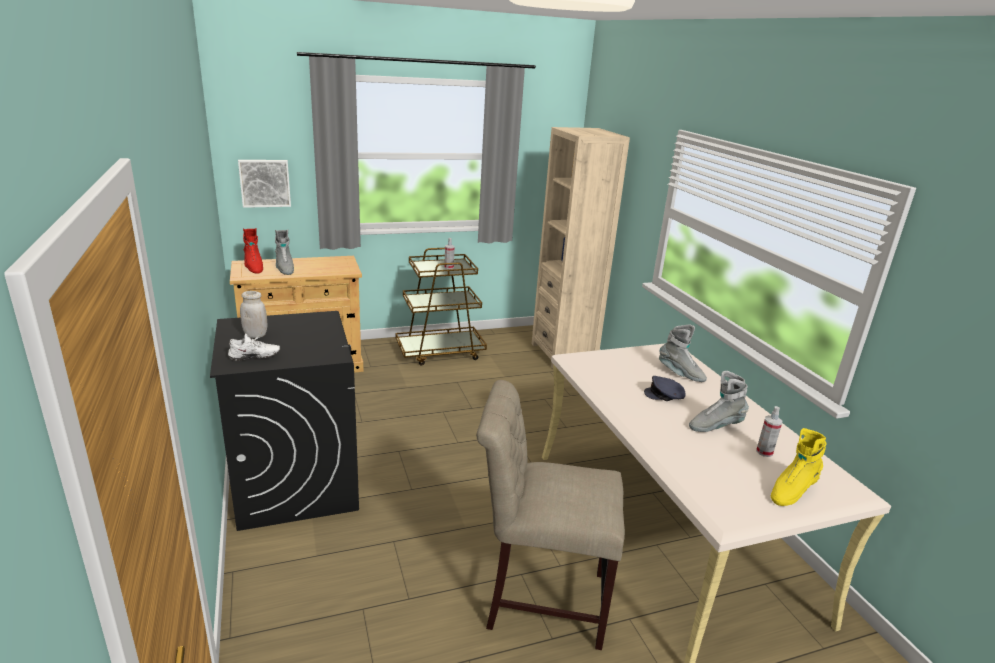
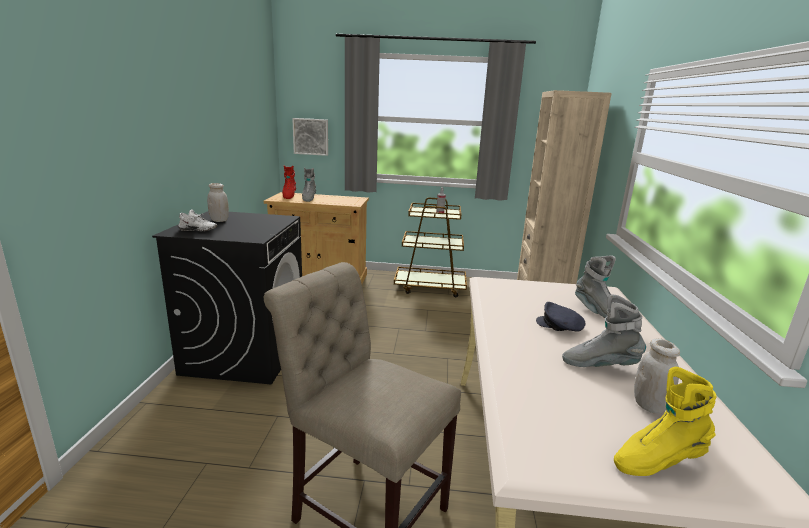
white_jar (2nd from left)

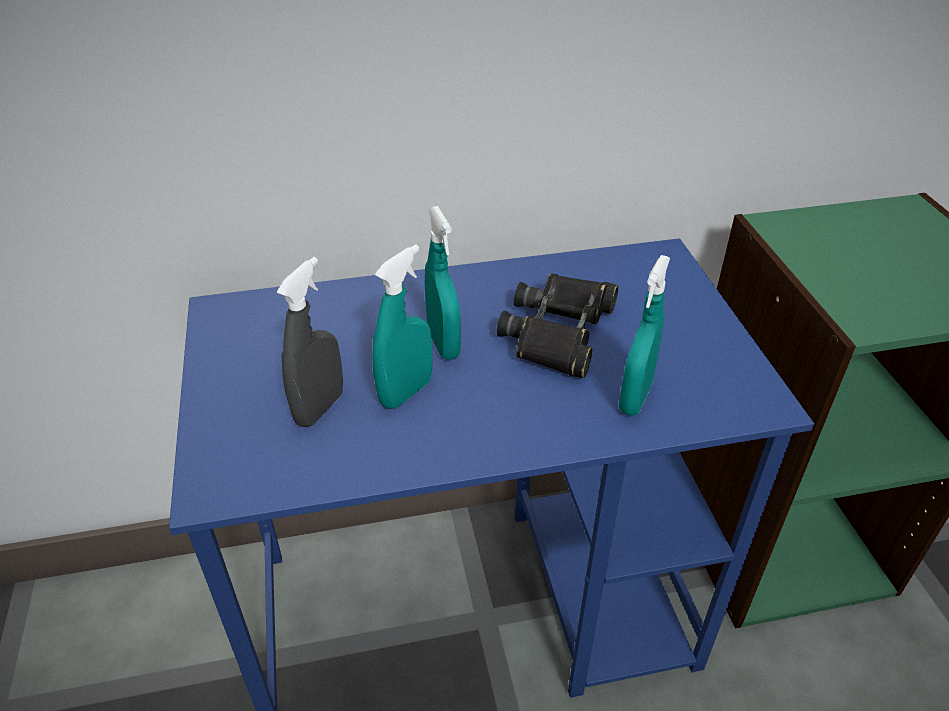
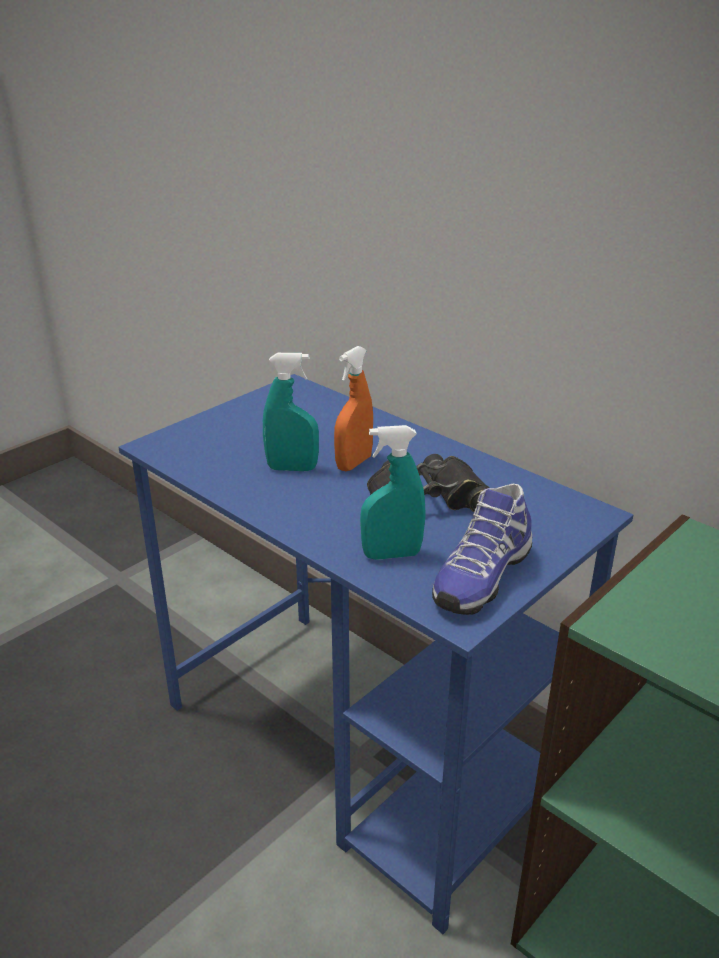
orange_spray_bottle; grey_spray_bottle; shoe

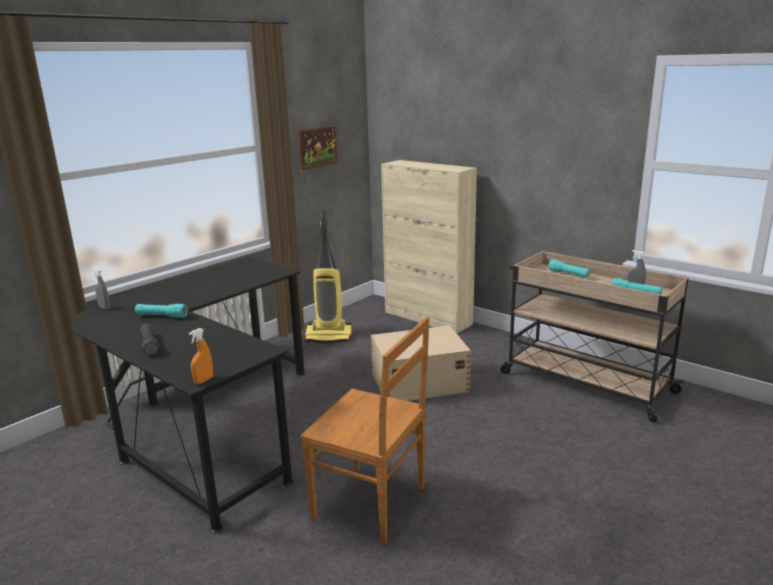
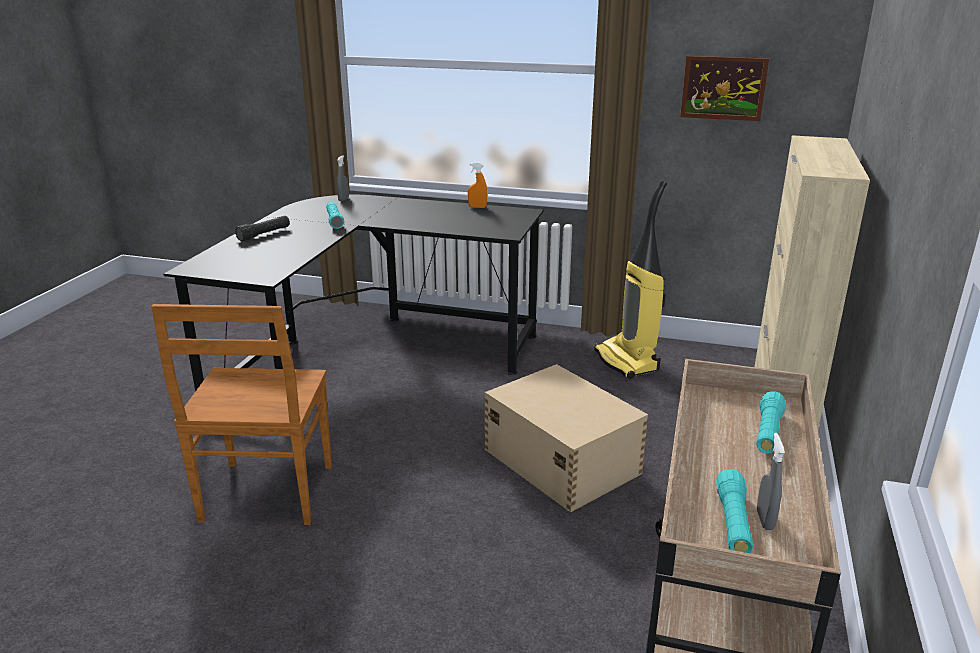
orange_spray_bottle

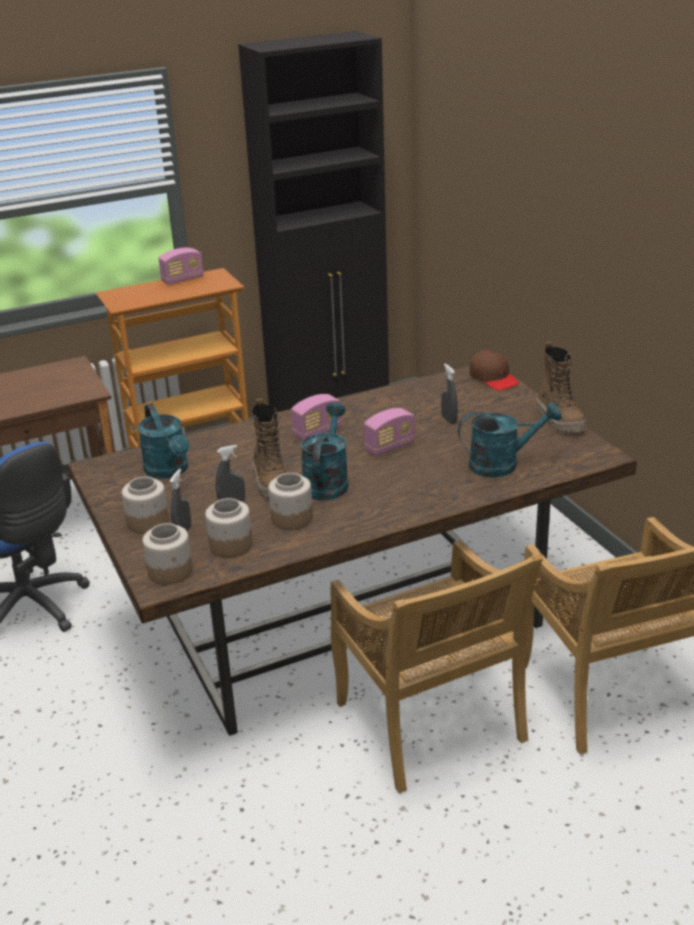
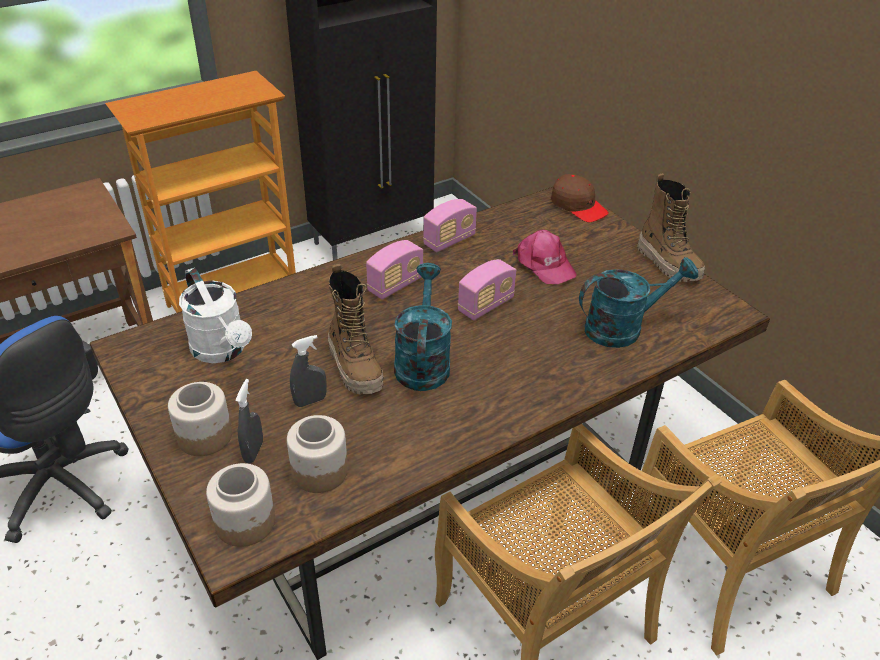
radio (2nd from left); pink_cap; white_watering_can; jar (4th from left in the first image)

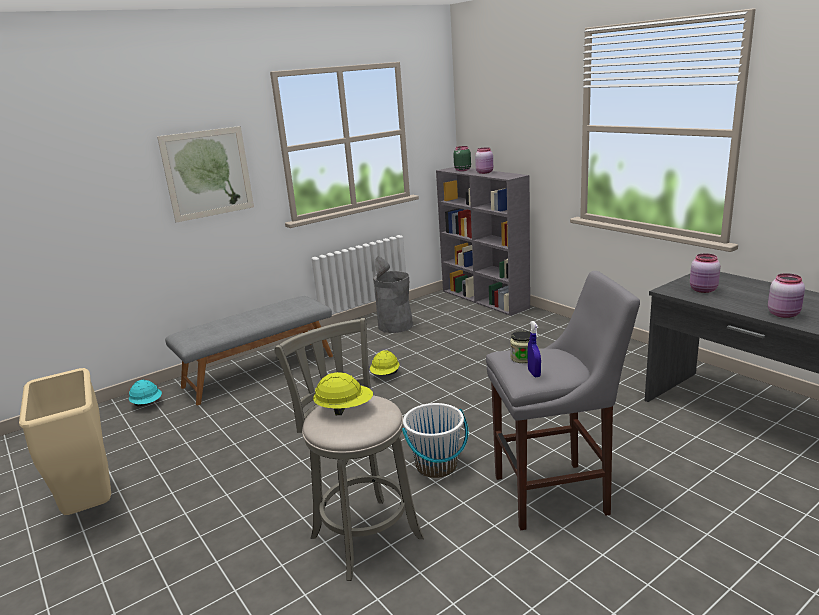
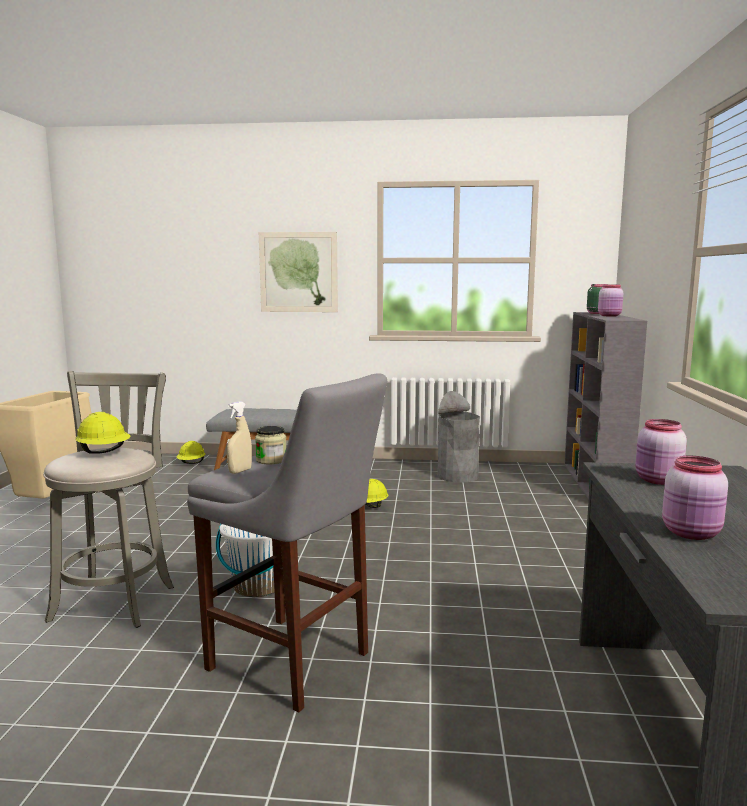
beige_spray_bottle; yellow_hard_hat (2nd from left)

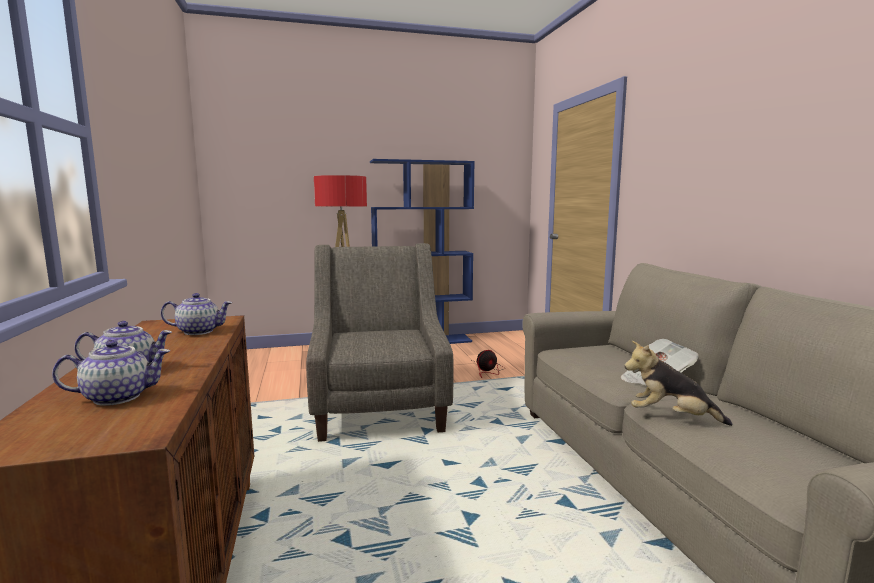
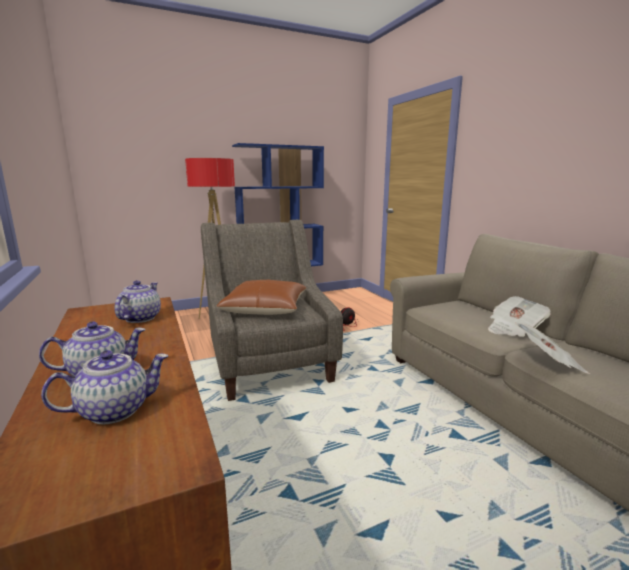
teapot (3rd from left); newspaper (2nd from left); brown_pillow

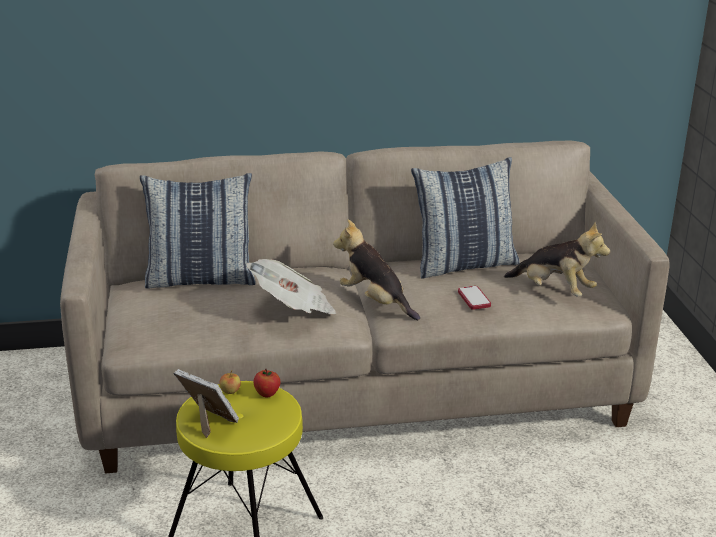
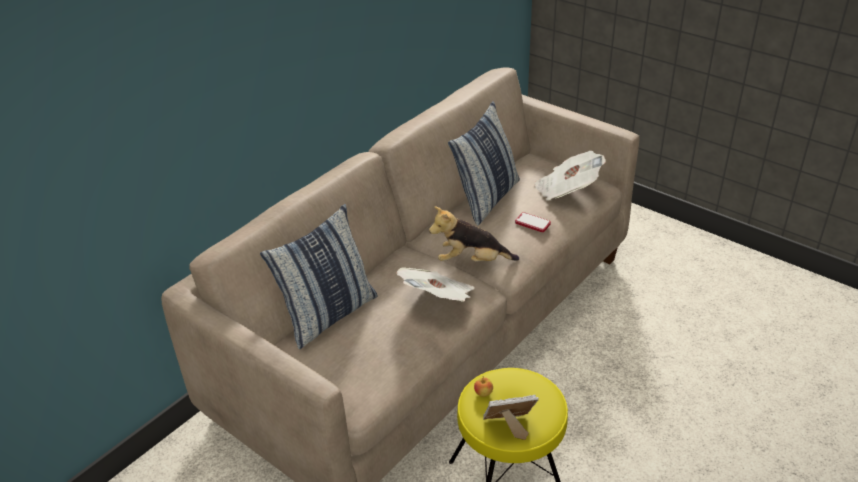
newspaper (2nd from left); apple (2nd from left in the first image)

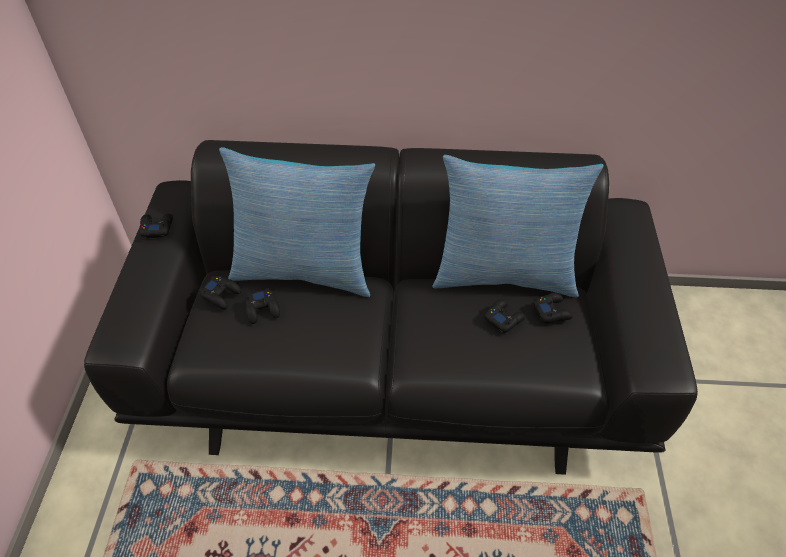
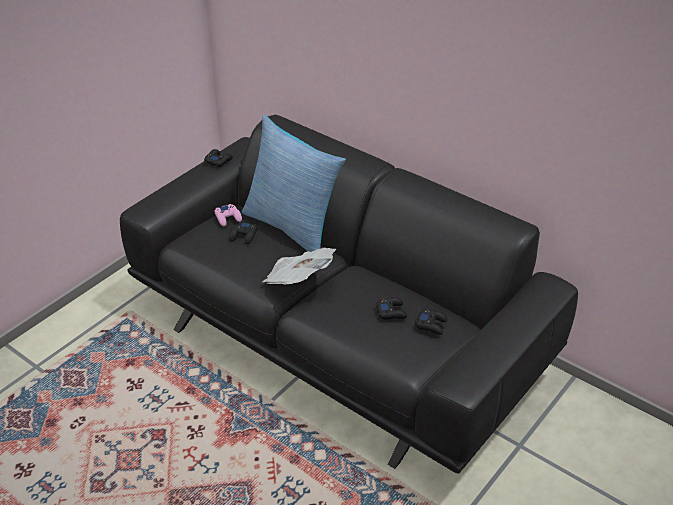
pillow (2nd from left in the first image); pink_game_controller; newspaper

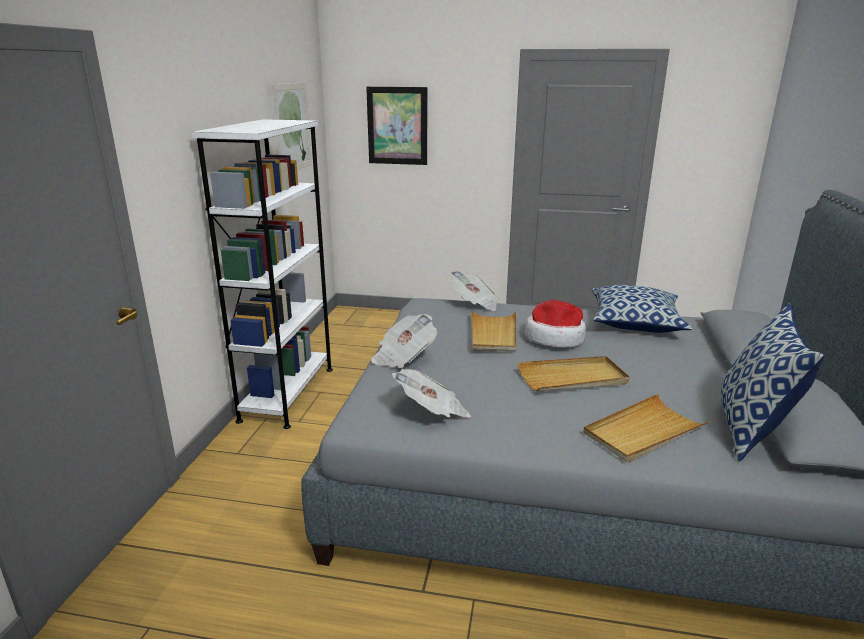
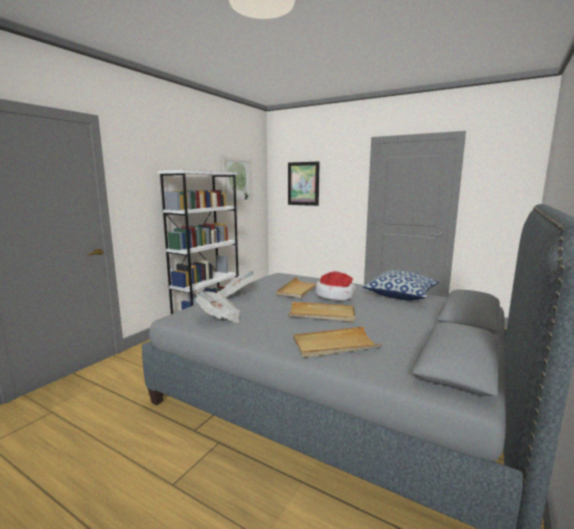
newspaper (3rd from left in the first image); pillow (2nd from left in the first image)

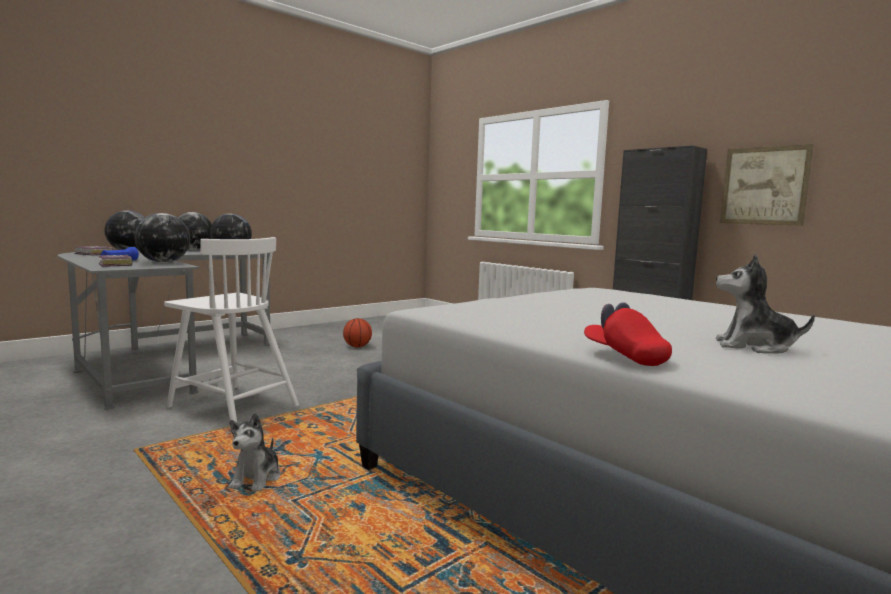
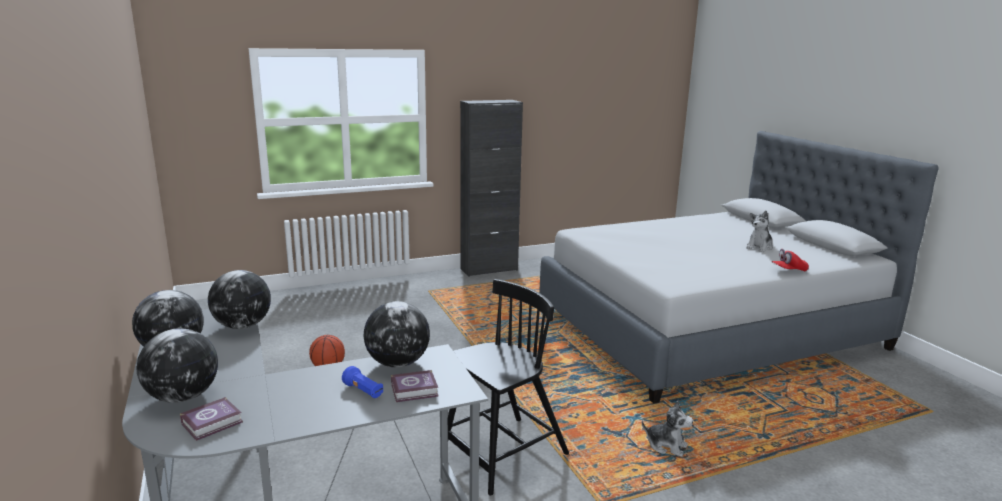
picture; black_chair

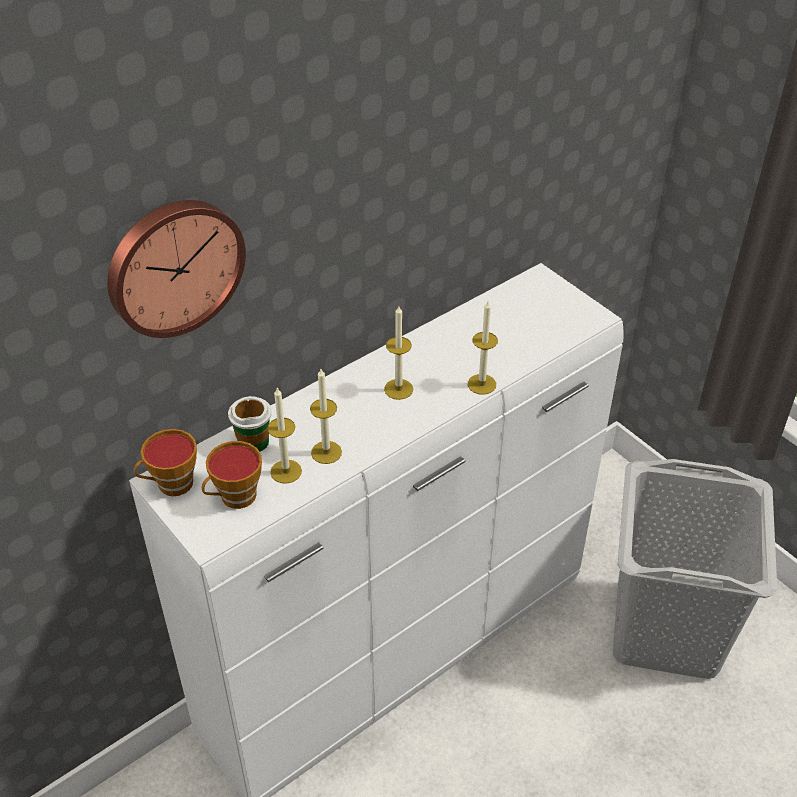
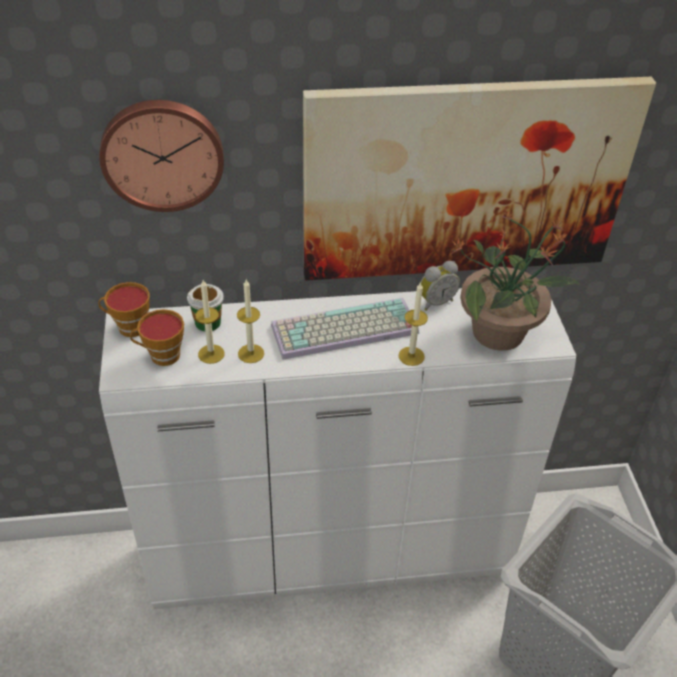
keyboard; picture; potted_plant; alarm_clock

